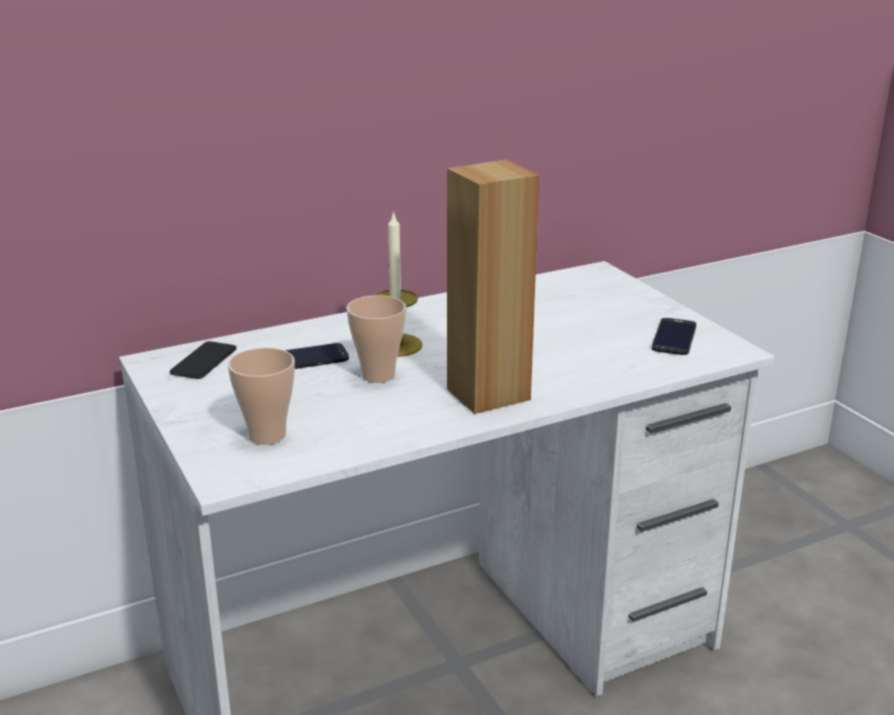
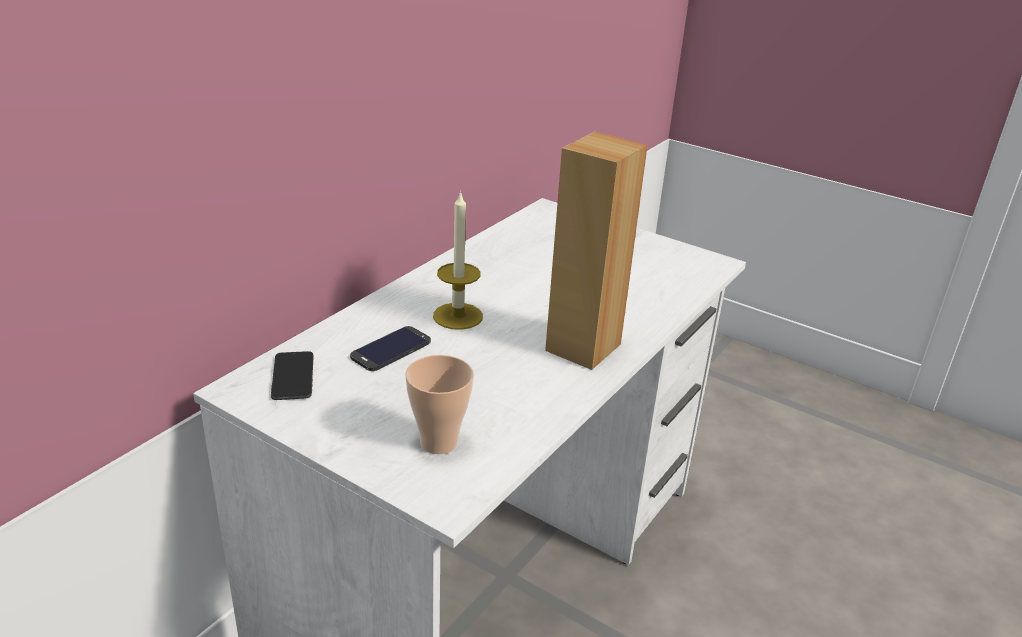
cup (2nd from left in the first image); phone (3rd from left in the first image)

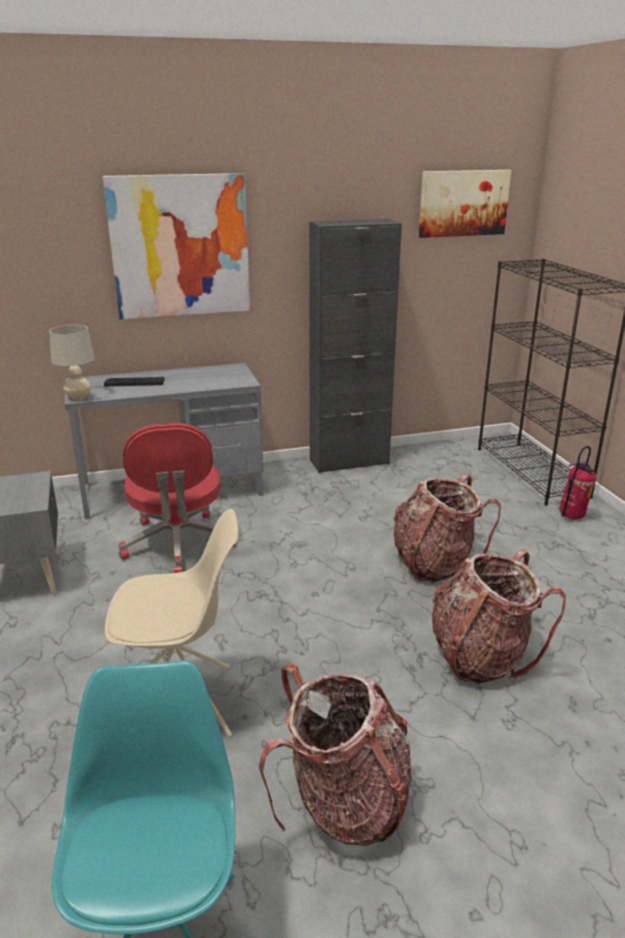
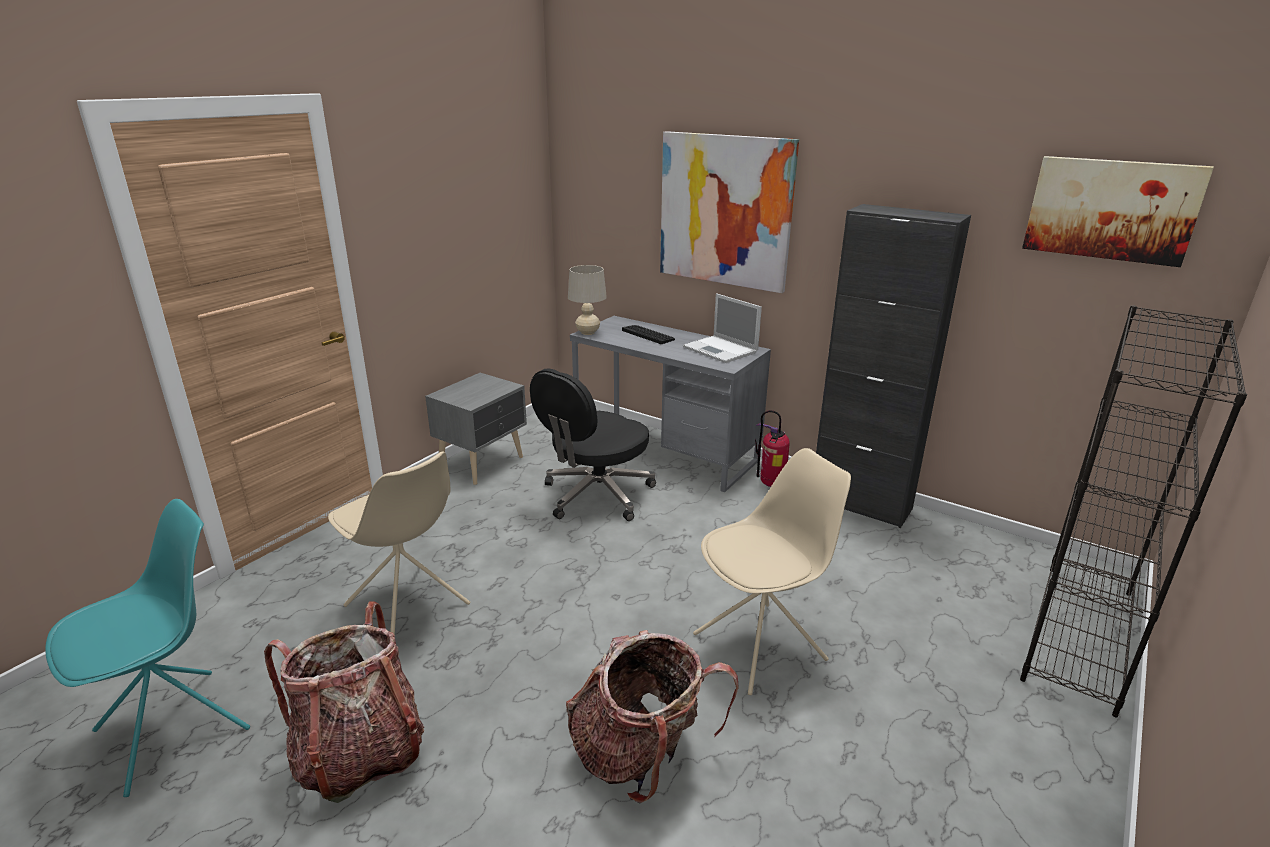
black_office_chair; fire_extinguisher; beige_chair (2nd from left); laptop

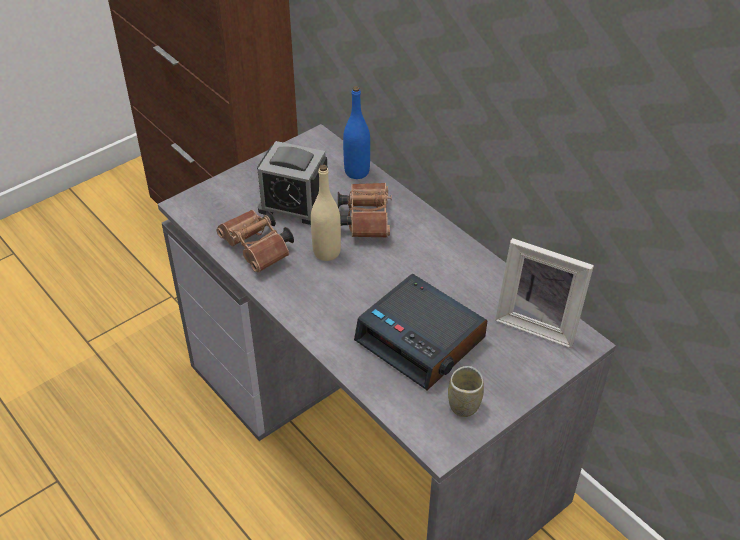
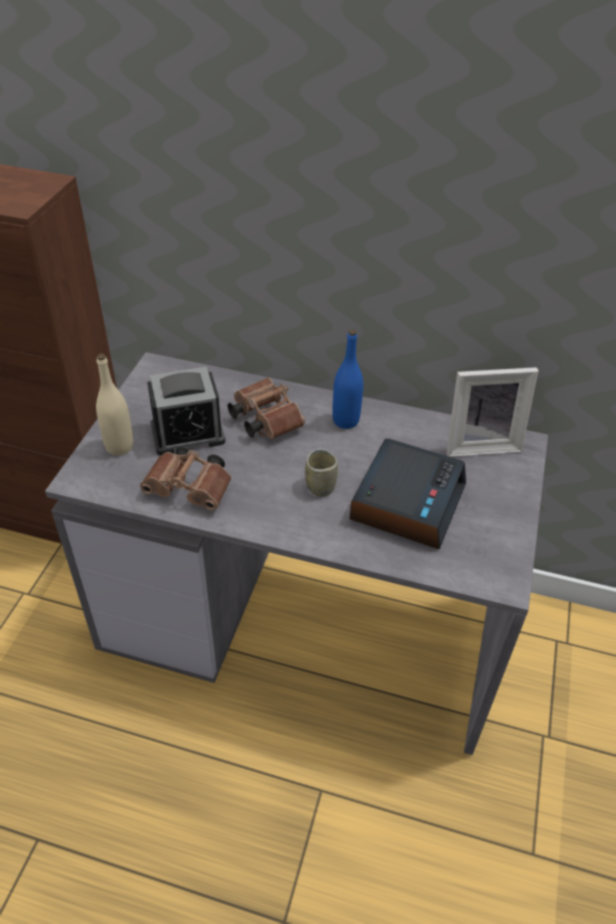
blue_bottle; beige_bottle; alarm_clock (2nd from left); cup

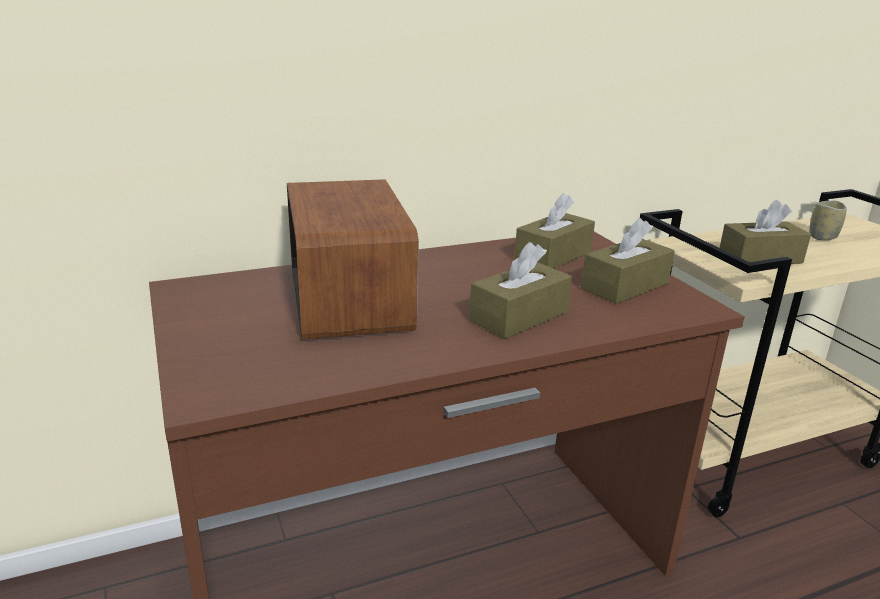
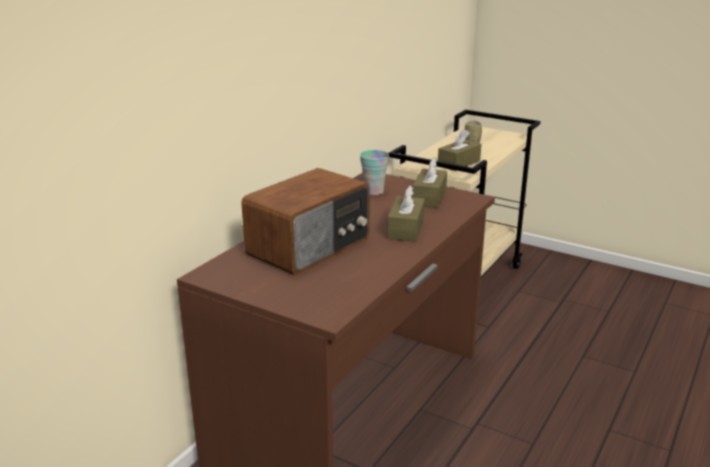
radio; cup (1st from left)

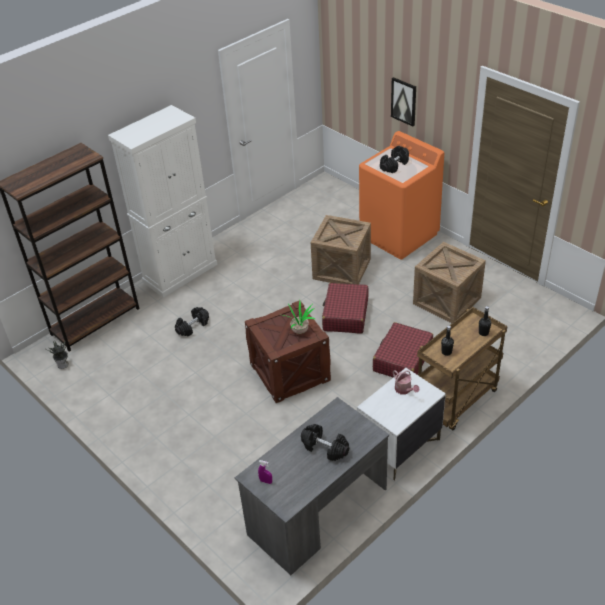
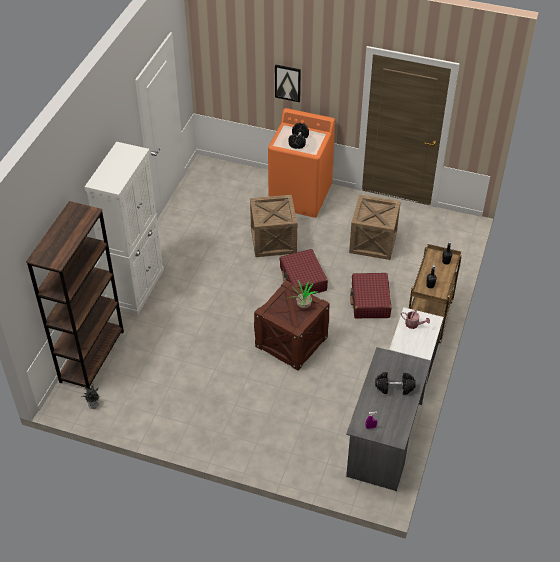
black_dumbbell (1st from left in the first image)

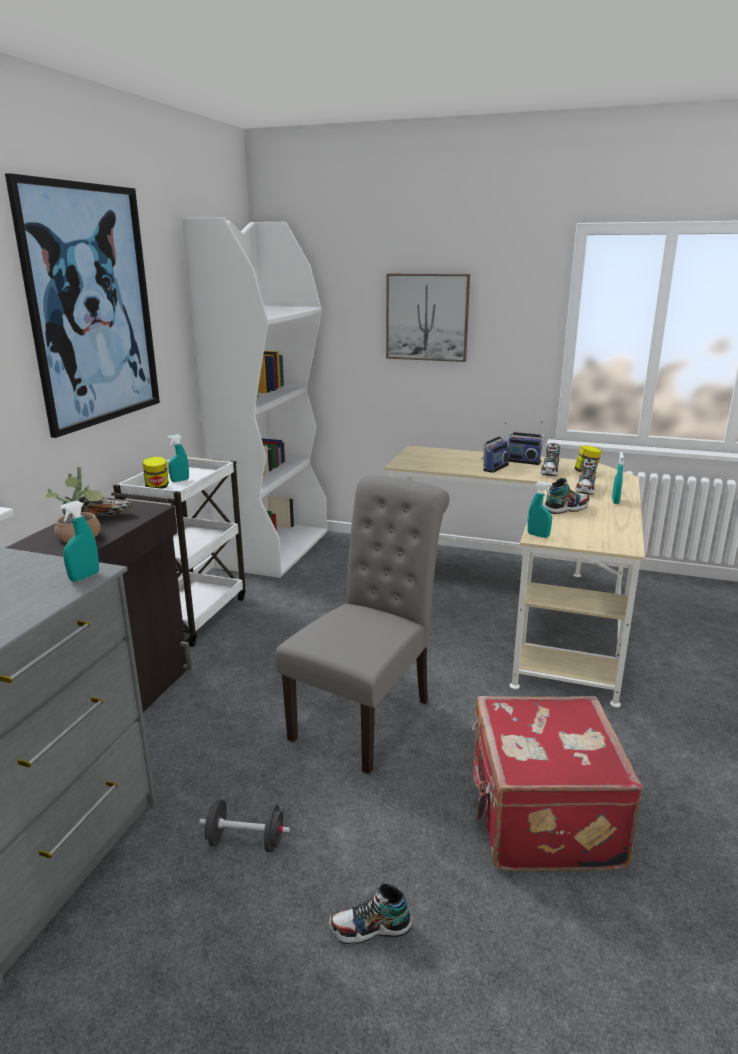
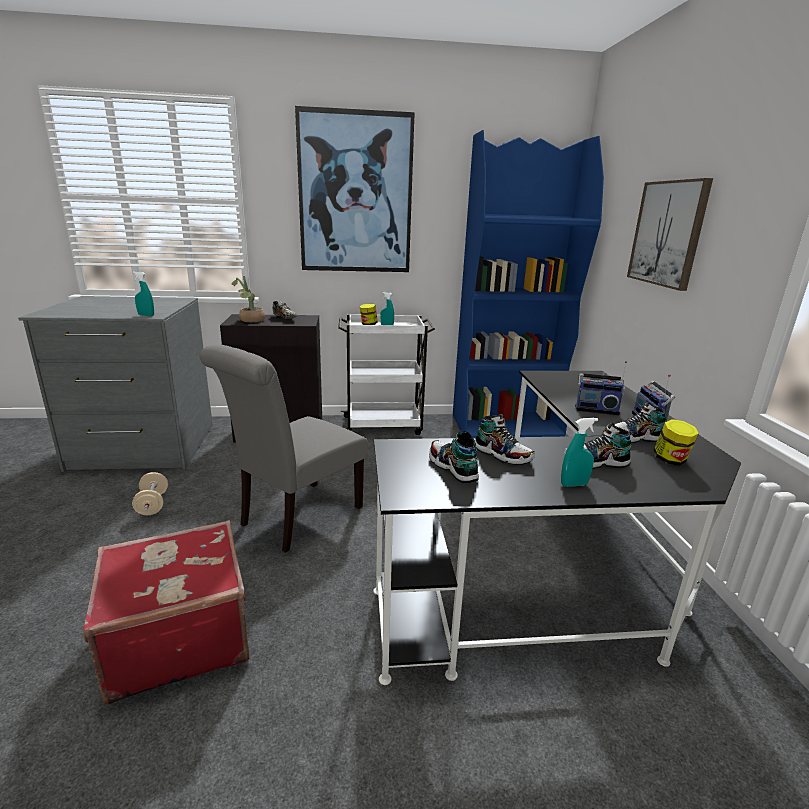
blue_bookcase; black_desk; grey_chair; turquoise_spray_bottle (3rd from left in the first image); beige_dumbbell; shoe (2nd from left)

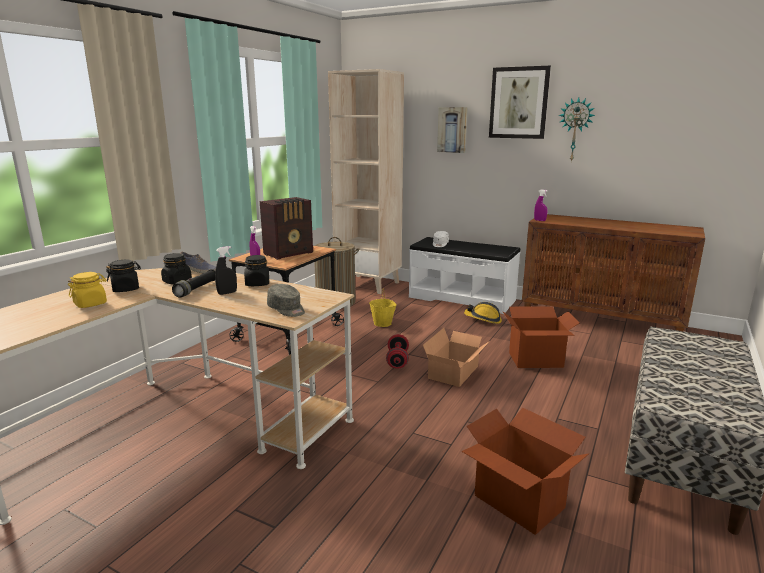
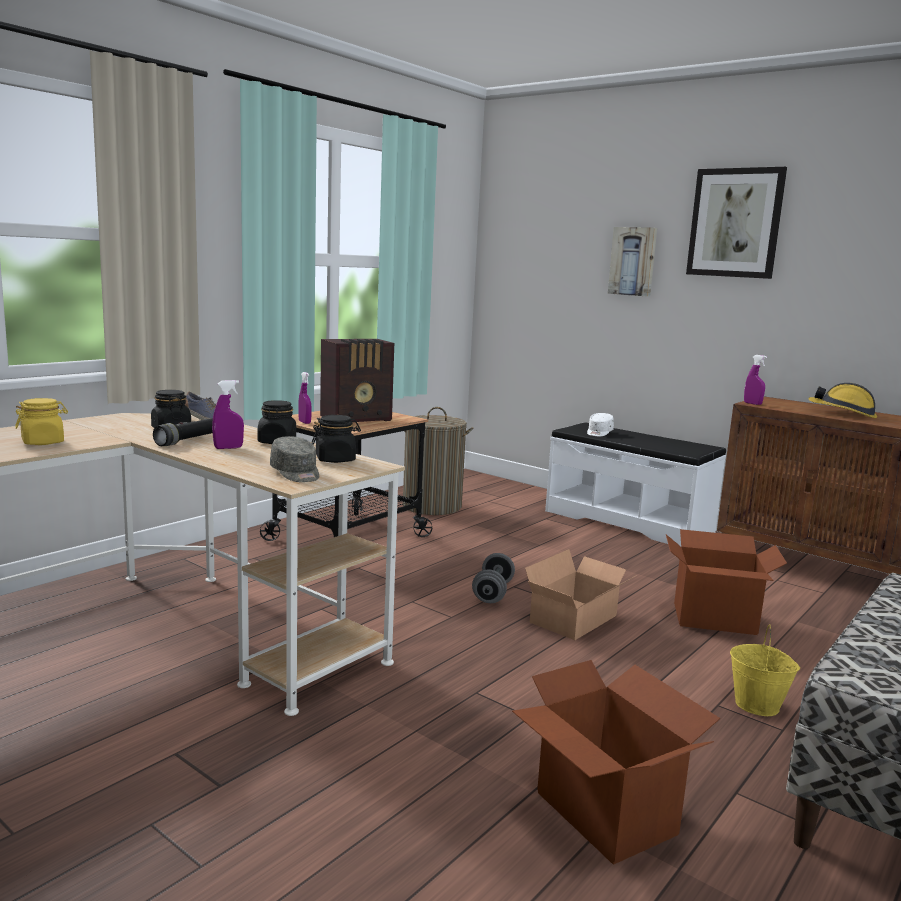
beige_bookcase; wall_clock; purple_spray_bottle (1st from left); black_jar (3rd from left); yellow_bucket; hard_hat; grey_dumbbell

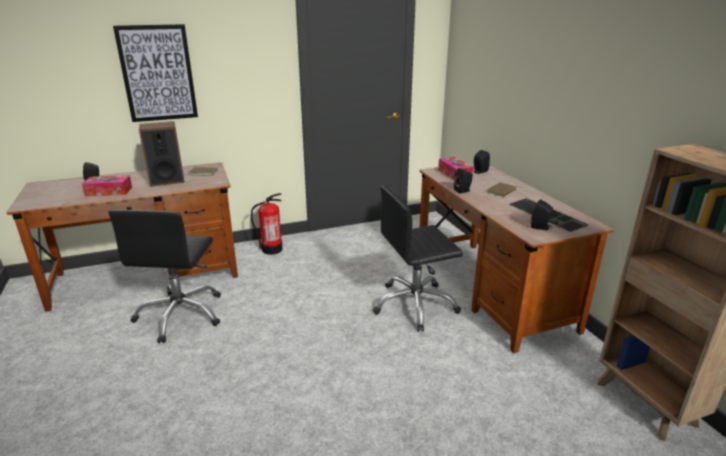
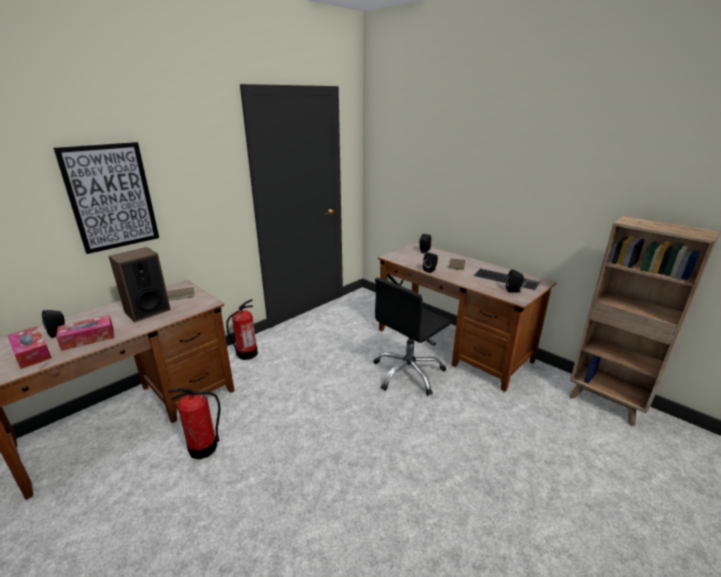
tissue_box (1st from left); fire_extinguisher (1st from left)

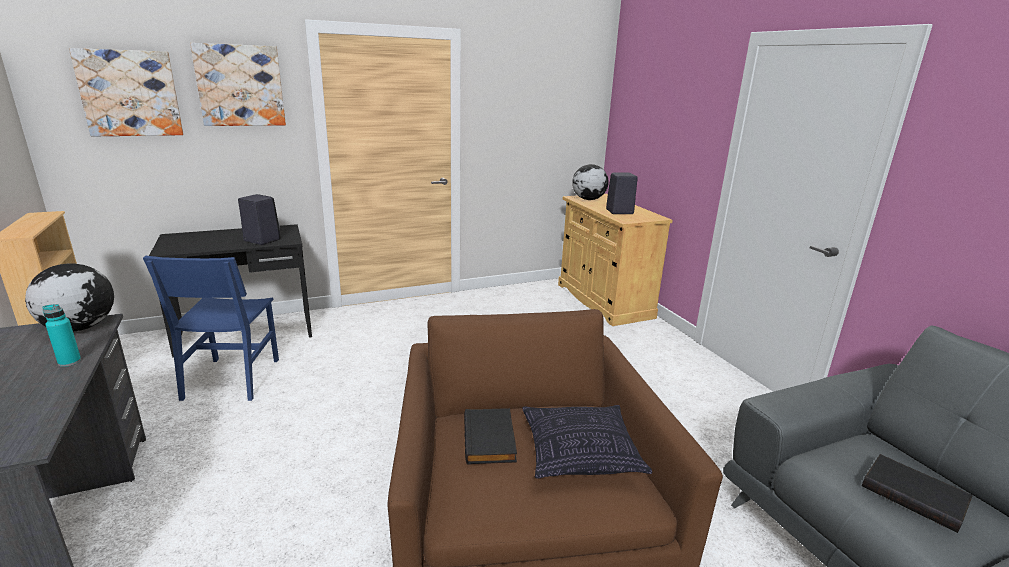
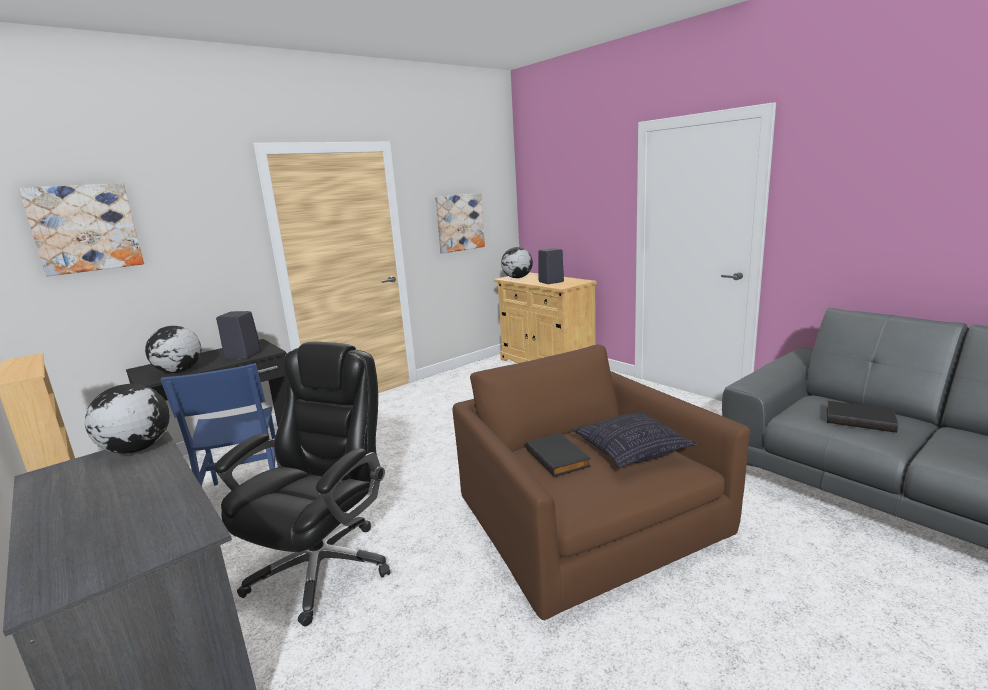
picture (2nd from left); turquoise_bottle; globe (2nd from left); black_office_chair

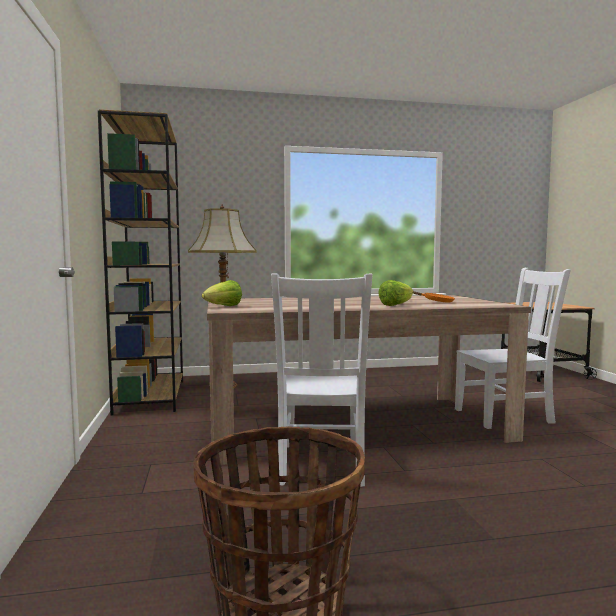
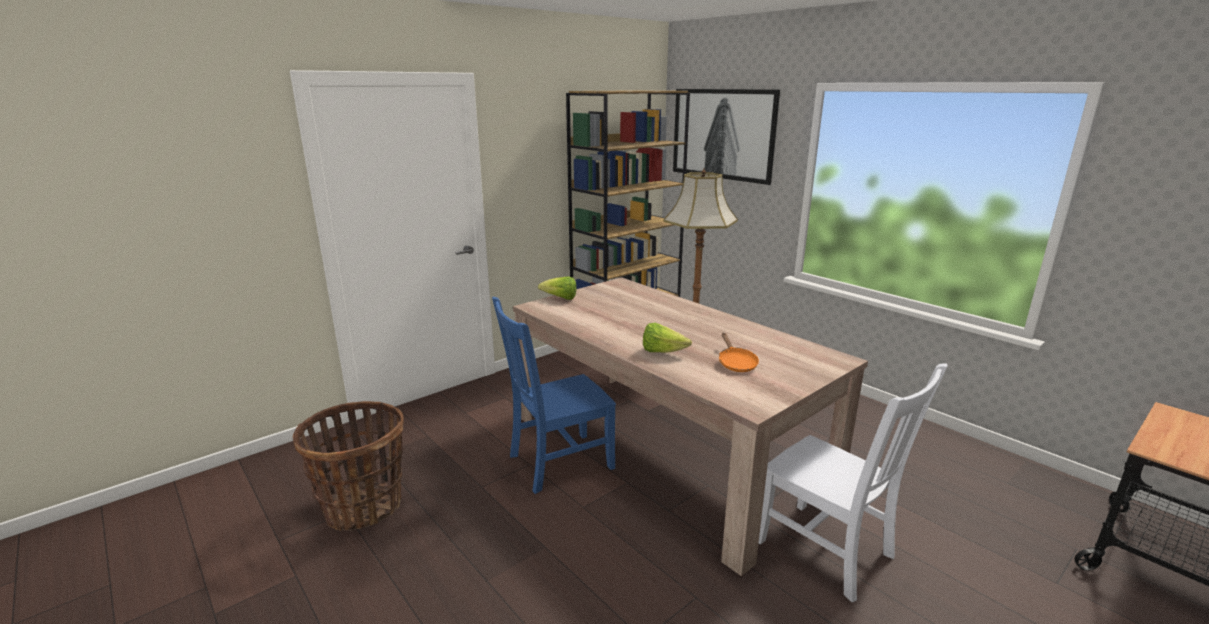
blue_chair; picture

